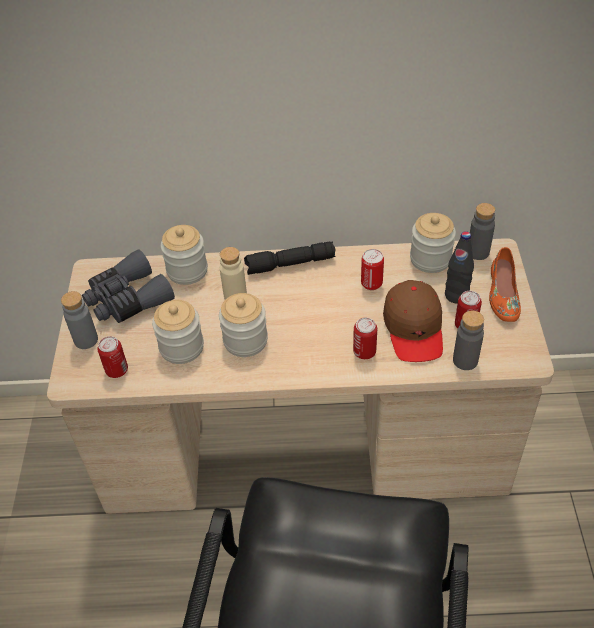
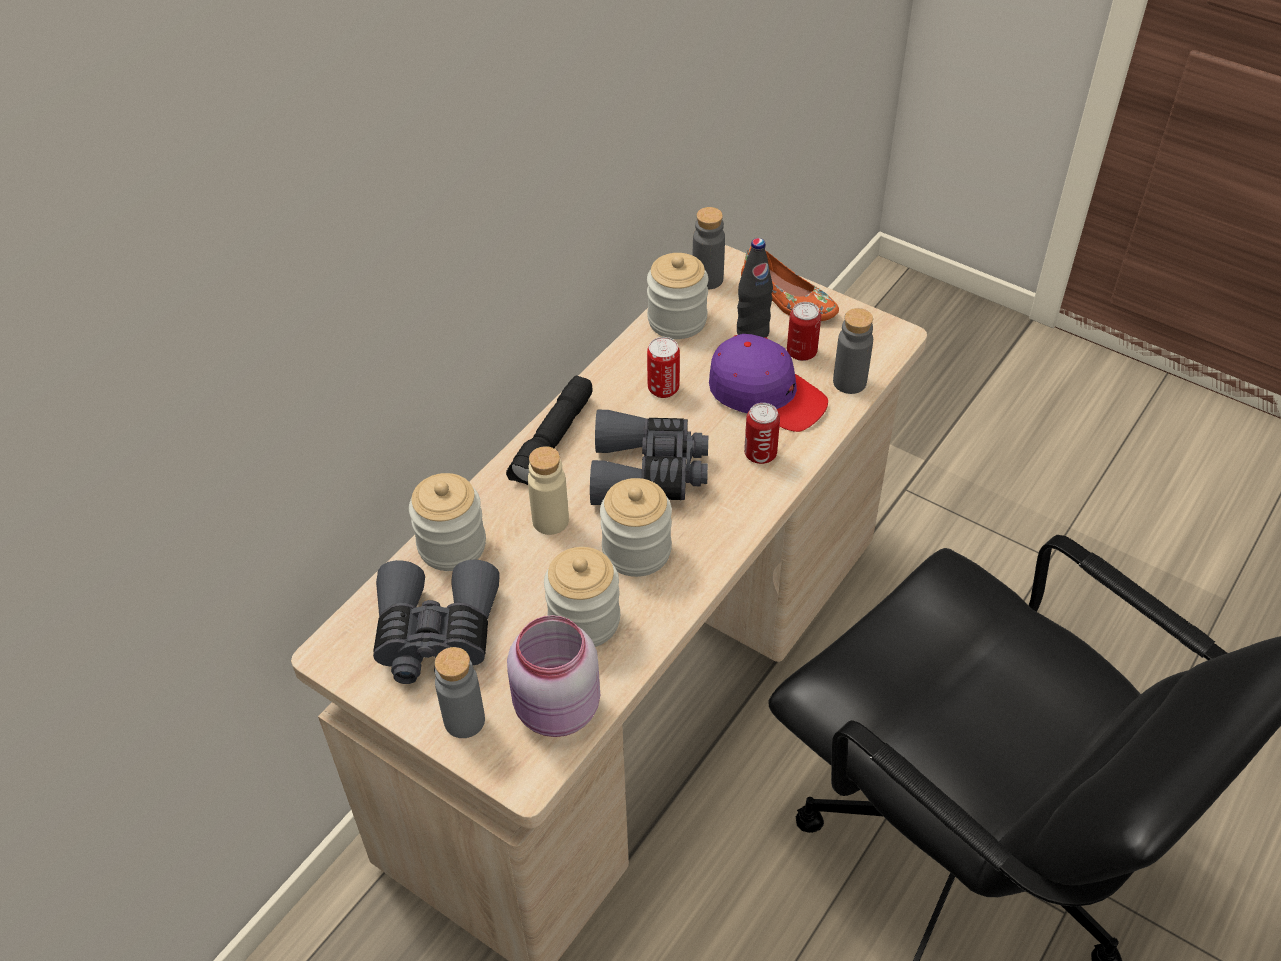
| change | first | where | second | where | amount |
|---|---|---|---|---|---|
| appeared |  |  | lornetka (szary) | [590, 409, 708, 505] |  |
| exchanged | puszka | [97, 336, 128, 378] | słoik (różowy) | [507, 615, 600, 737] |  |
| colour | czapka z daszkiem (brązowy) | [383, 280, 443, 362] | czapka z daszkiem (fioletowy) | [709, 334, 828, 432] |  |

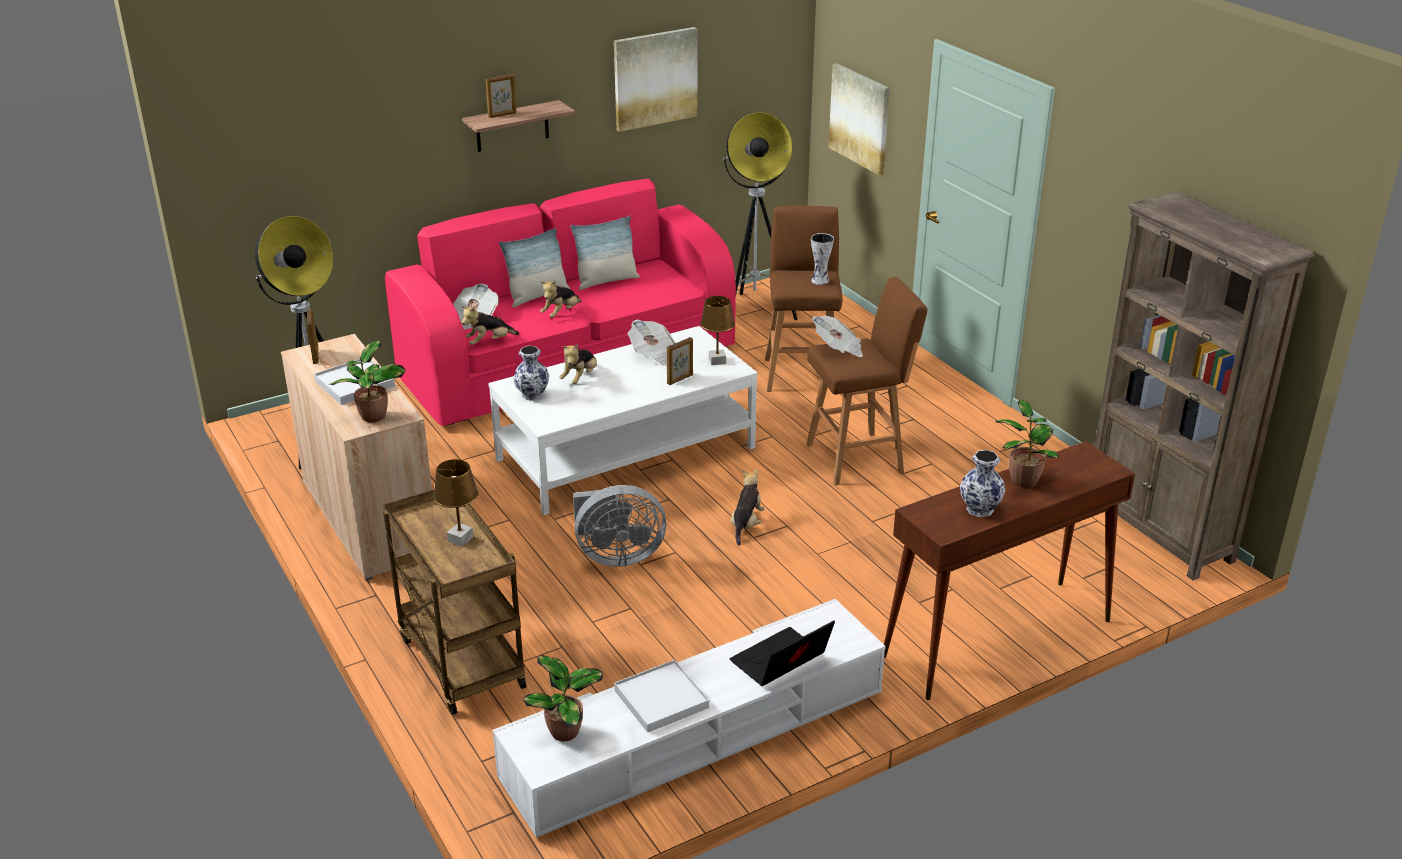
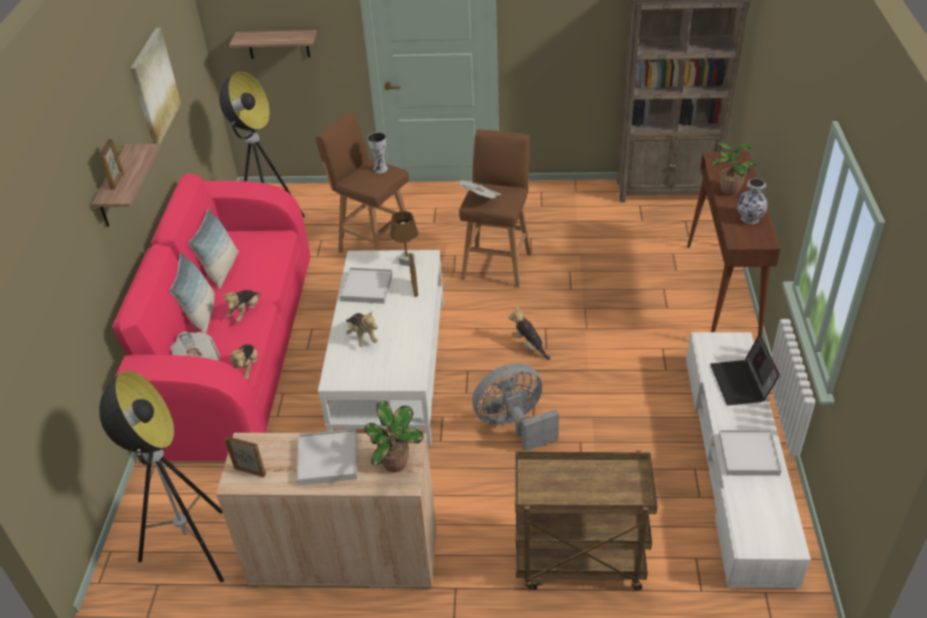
| change | first | where | second | where | amount |
|---|---|---|---|---|---|
| missing | lampa stołowa (brązowy) | [433, 459, 478, 547] |  |  |  |
| missing | wazon | [513, 346, 549, 401] |  |  |  |
| missing | roślina doniczkowa | [523, 655, 603, 741] |  |  |  |
| exchanged | gazeta | [628, 320, 676, 366] | taca (biały) | [340, 268, 393, 304] |  |
| exchanged | obraz | [829, 63, 890, 175] | półka | [229, 30, 317, 59] |  |
| spun | pluszak | [540, 280, 581, 318] |  | [222, 290, 261, 322] | 45 degrees clockwise |
| spun | wentylator (szary) | [573, 485, 666, 567] |  | [472, 363, 559, 450] | 135 degrees counterclockwise |

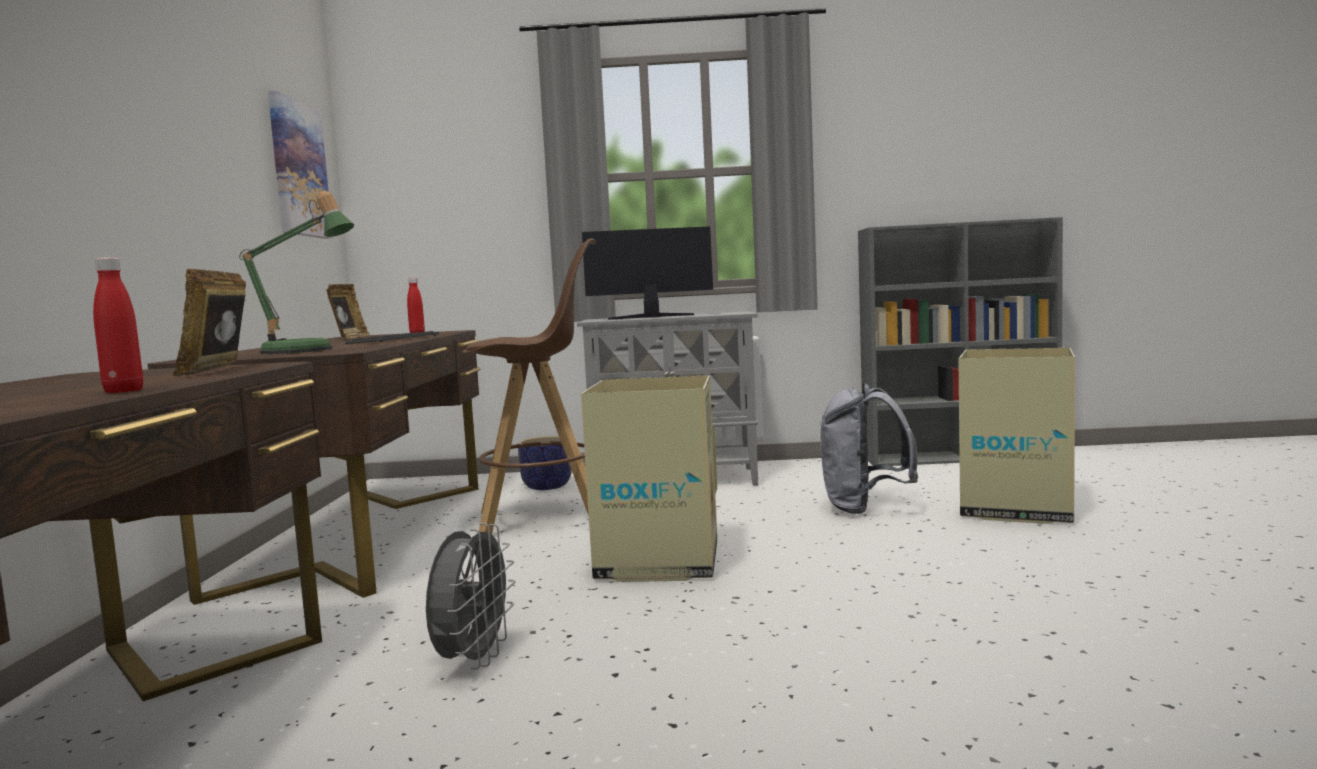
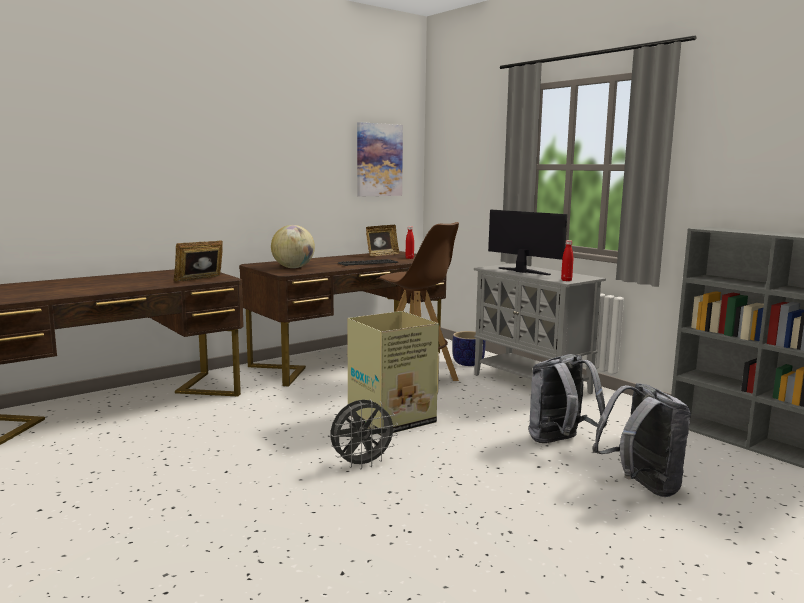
| change | first | where | second | where | amount |
|---|---|---|---|---|---|
| relocated | butelka (czerwony) | [93, 258, 143, 393] |  | [561, 240, 573, 281] |  |
| relocated | wentylator (szary) | [426, 523, 516, 670] |  | [331, 400, 398, 469] |  |
| exchanged | lampa stołowa | [239, 191, 354, 354] | globus | [271, 225, 315, 268] |  |
| exchanged | karton | [958, 348, 1075, 524] | plecak (szary) | [592, 383, 691, 497] |  |

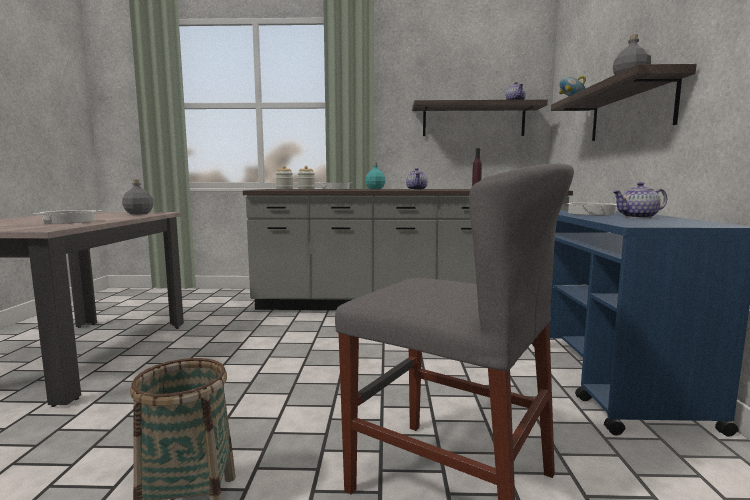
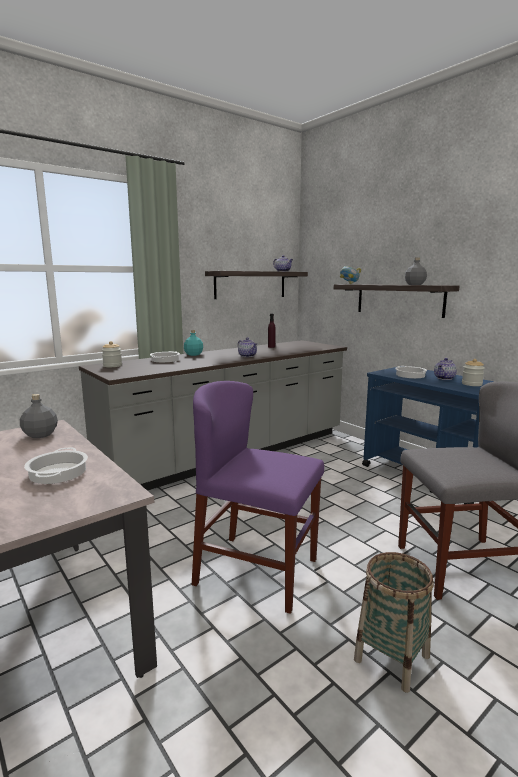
| change | first | where | second | where | amount |
|---|---|---|---|---|---|
| appeared |  |  | krzesło (fioletowy) | [192, 381, 324, 614] |  |
| relocated | słoik | [298, 166, 315, 189] |  | [462, 359, 485, 386] |  |

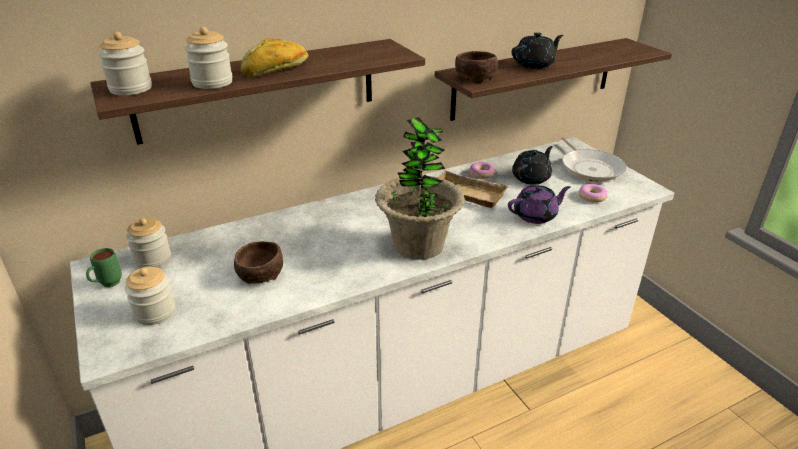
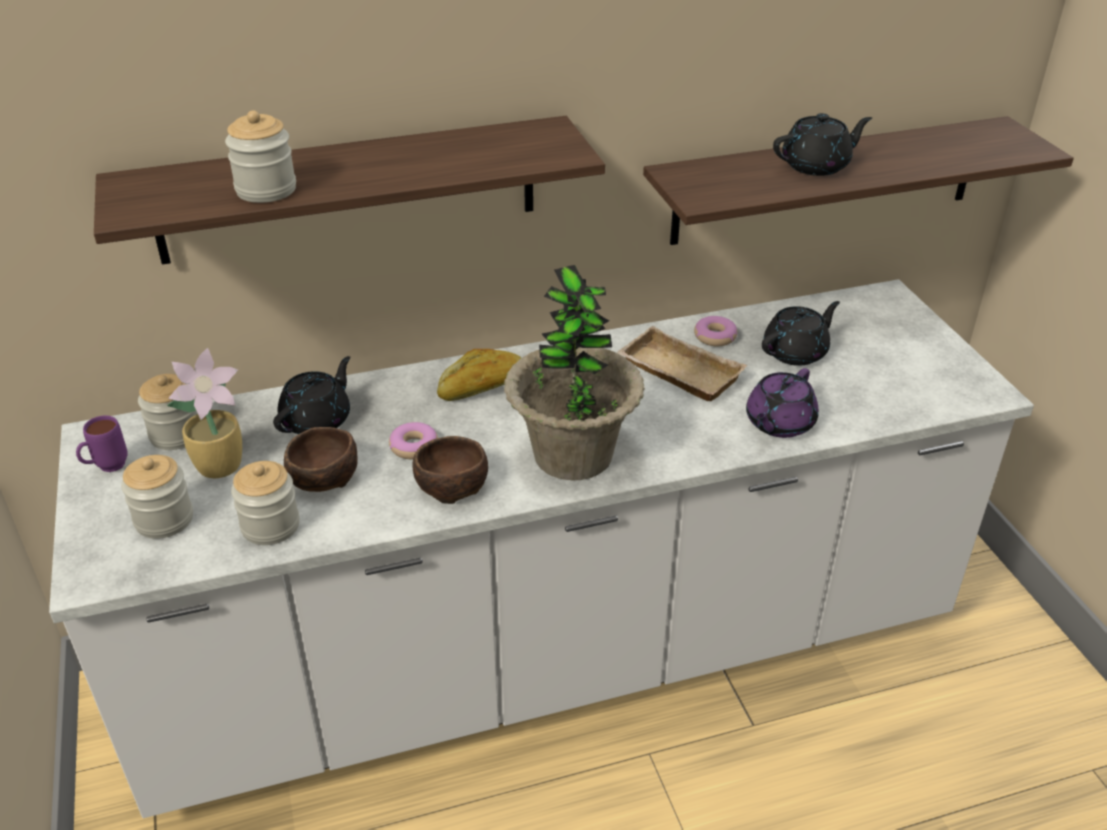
| change | first | where | second | where | amount |
|---|---|---|---|---|---|
| missing | patelnia | [561, 137, 627, 182] |  |  |  |
| appeared |  |  | roślina doniczkowa | [167, 348, 242, 478] |  |
| appeared |  |  | imbryk (czarny) | [273, 356, 350, 434] |  |
| relocated | słoik | [98, 32, 152, 95] |  | [231, 461, 300, 545] |  |
| relocated | chleb | [241, 38, 309, 77] |  | [437, 349, 521, 401] |  |
| relocated | miska (brązowy) | [455, 51, 498, 83] |  | [413, 436, 488, 504] |  |
| relocated | donut | [579, 184, 608, 203] |  | [389, 422, 438, 459] |  |
| colour | kubek (zielony) | [86, 248, 122, 287] | kubek (fioletowy) | [76, 415, 128, 472] |  |
| spun | imbryk (fioletowy) | [508, 185, 571, 224] |  | [746, 368, 819, 438] | 135 degrees clockwise |

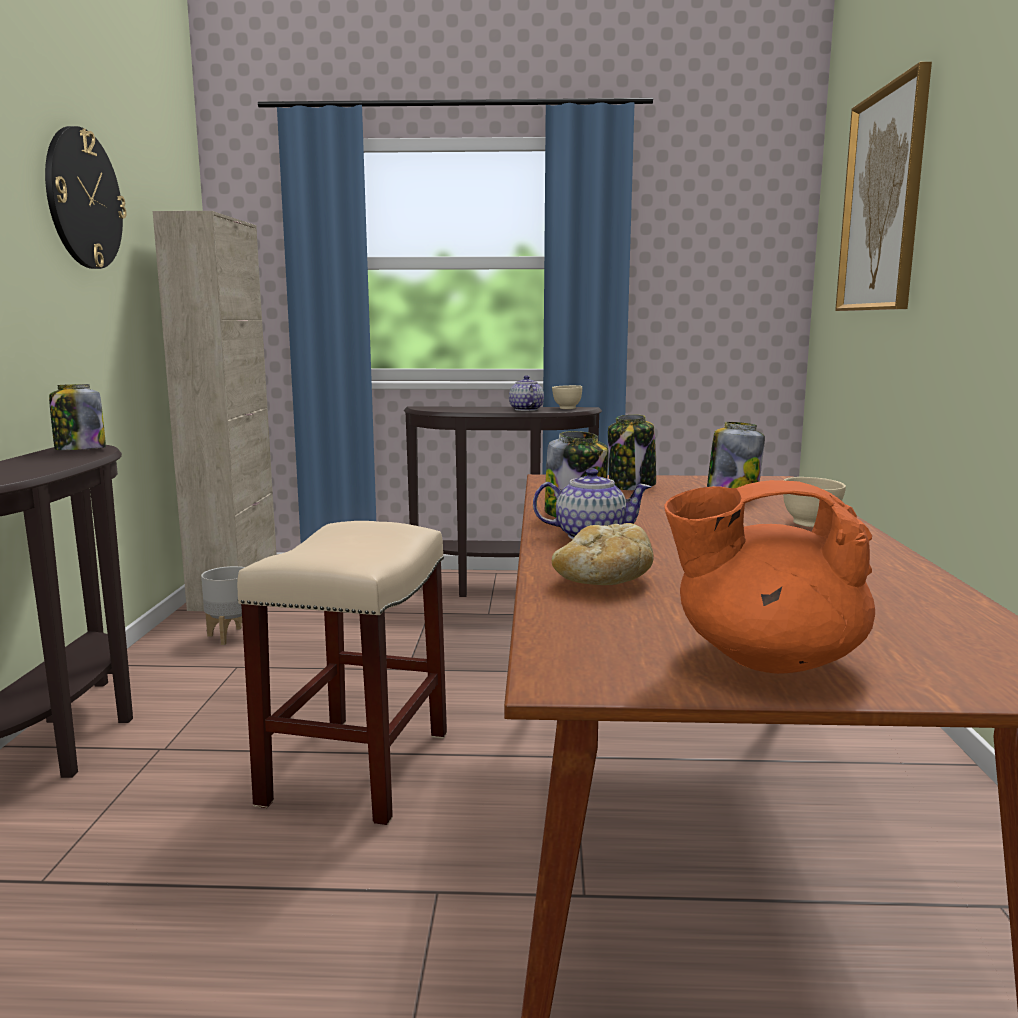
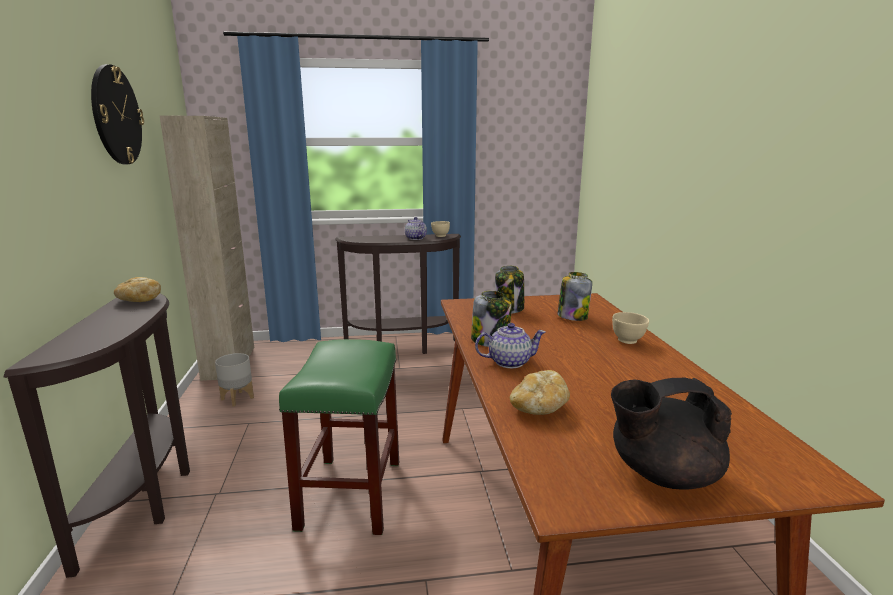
| change | first | where | second | where | amount |
|---|---|---|---|---|---|
| missing | obraz | [835, 62, 932, 311] |  |  |  |
| exchanged | słoik | [49, 384, 106, 450] | chleb | [114, 277, 161, 302] |  |
| colour | stołek (beżowy) | [237, 521, 447, 825] | stołek (zielony) | [279, 339, 399, 535] |  |
| colour | imbryk (pomarańczowy) | [664, 480, 875, 674] | imbryk (czarny) | [611, 378, 732, 490] |  |

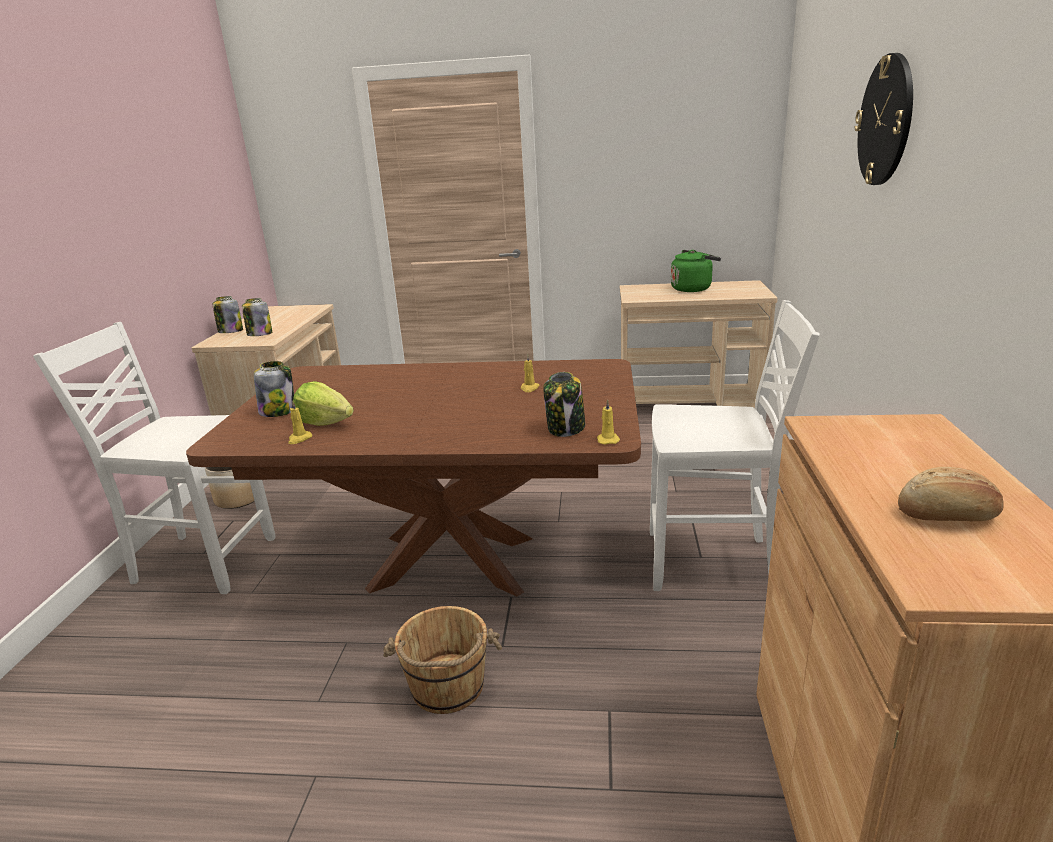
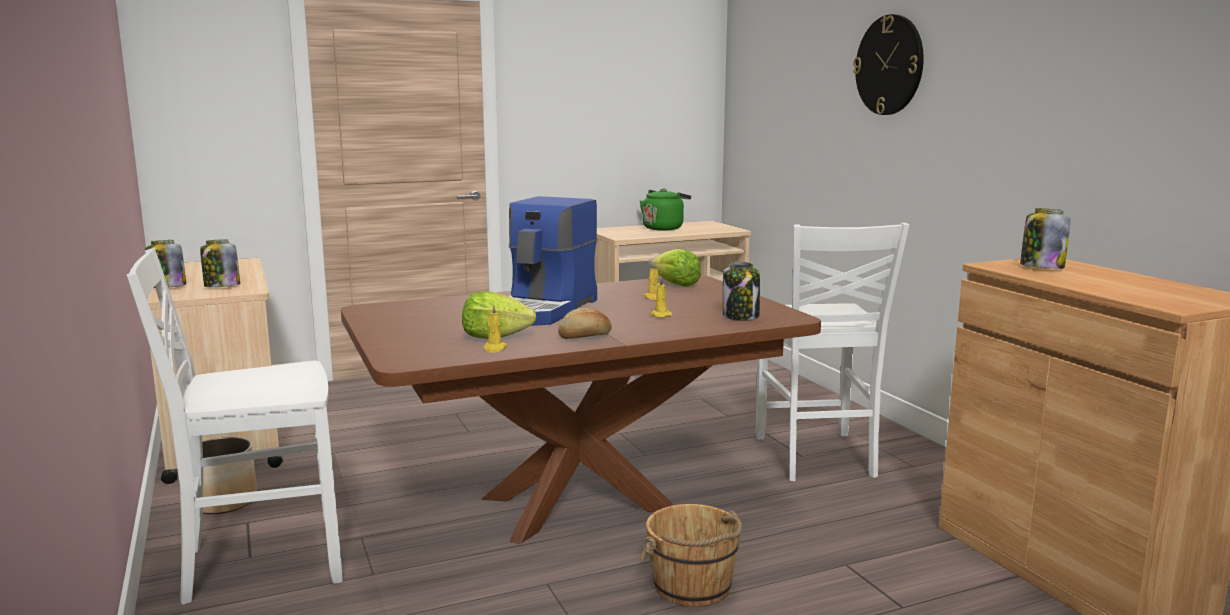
| change | first | where | second | where | amount |
|---|---|---|---|---|---|
| appeared |  |  | ekspres do kawy | [509, 196, 598, 326] |  |
| appeared |  |  | sałata | [651, 249, 701, 287] |  |
| relocated | słoik | [254, 361, 294, 417] |  | [1020, 208, 1070, 269] |  |
| relocated | świeca (żółty) | [597, 399, 620, 445] |  | [650, 276, 672, 318] |  |
| relocated | chleb | [898, 467, 1004, 521] |  | [558, 308, 612, 339] |  |
| spun | krzesło (biały) | [650, 300, 820, 591] |  | [756, 223, 909, 481] | 105 degrees clockwise |

